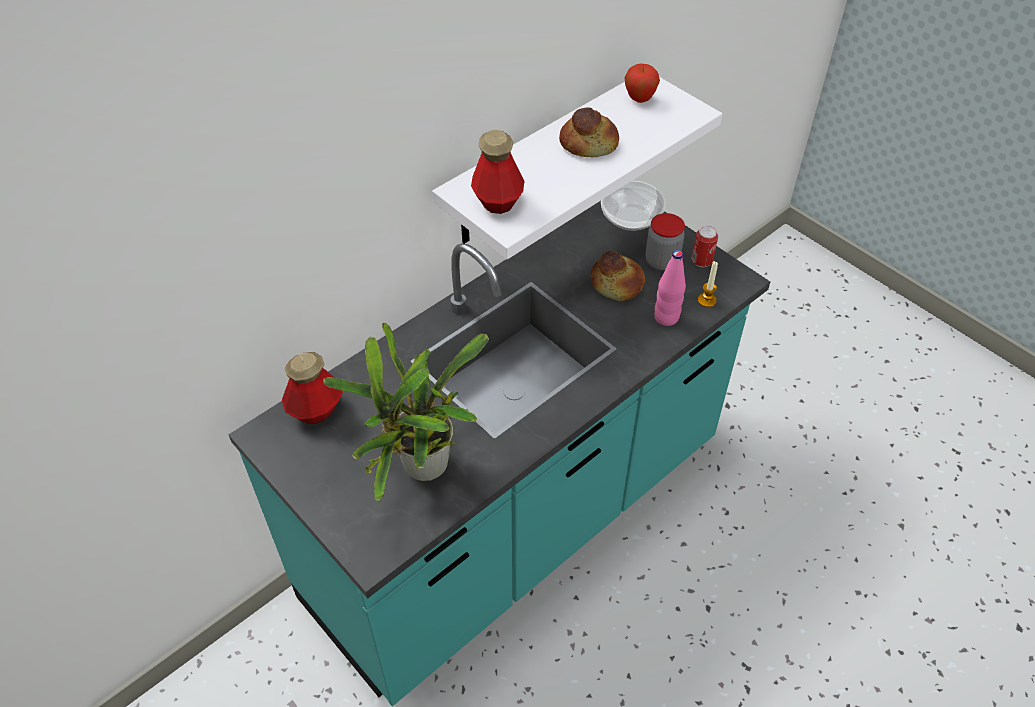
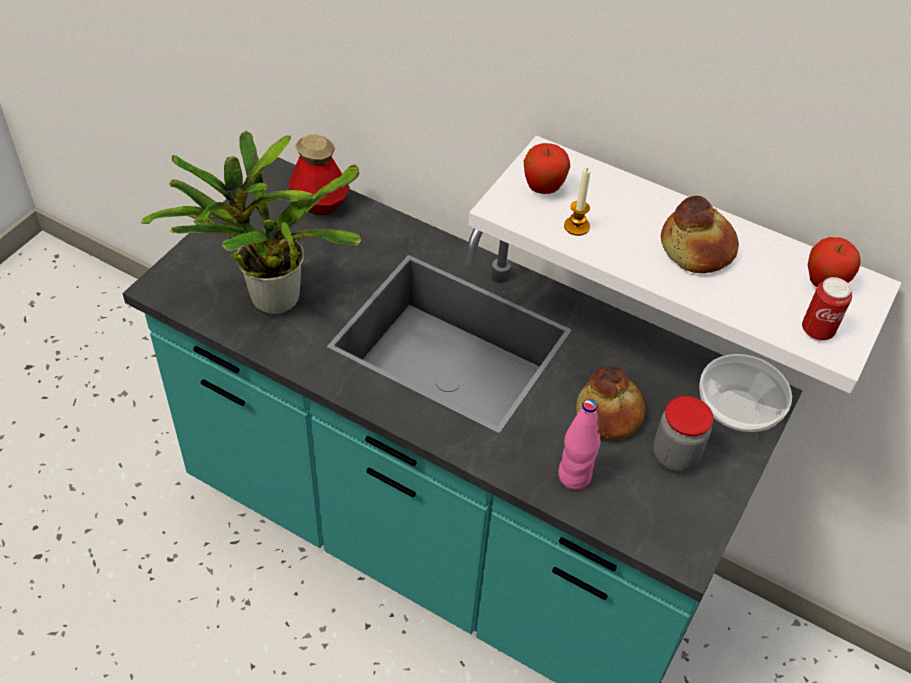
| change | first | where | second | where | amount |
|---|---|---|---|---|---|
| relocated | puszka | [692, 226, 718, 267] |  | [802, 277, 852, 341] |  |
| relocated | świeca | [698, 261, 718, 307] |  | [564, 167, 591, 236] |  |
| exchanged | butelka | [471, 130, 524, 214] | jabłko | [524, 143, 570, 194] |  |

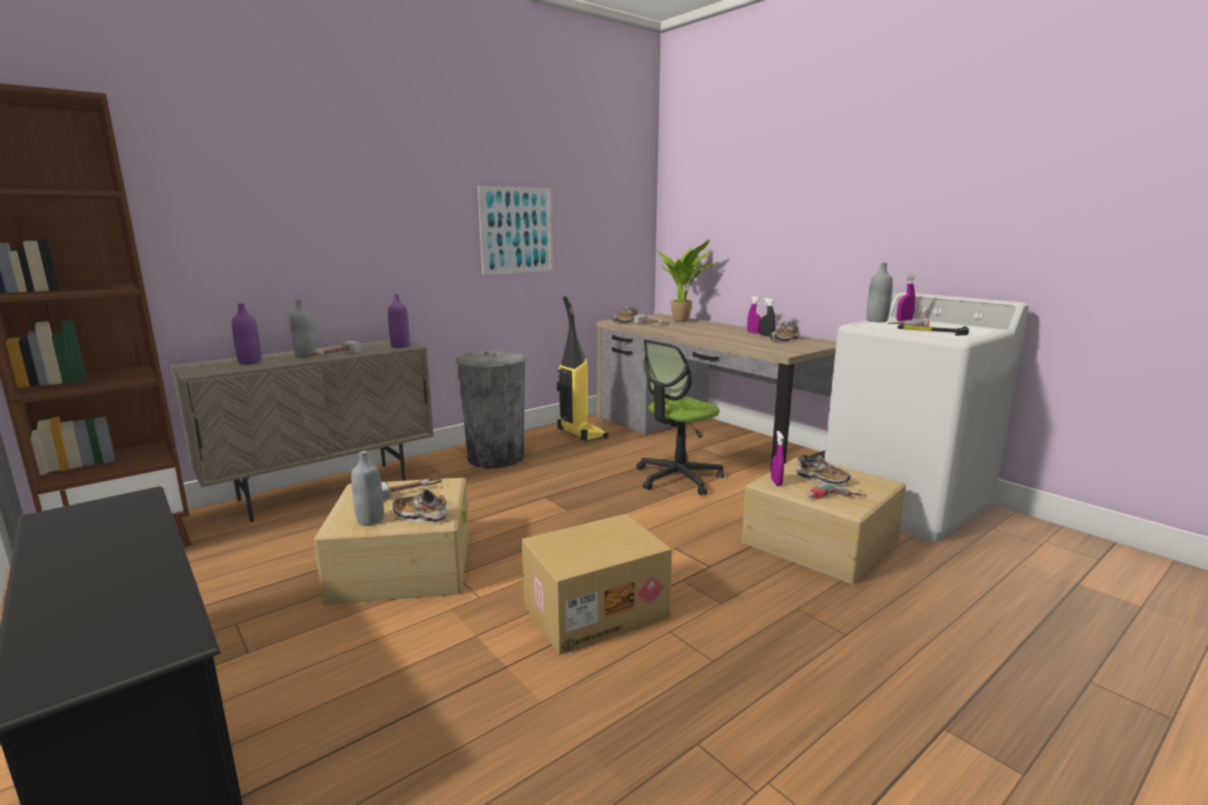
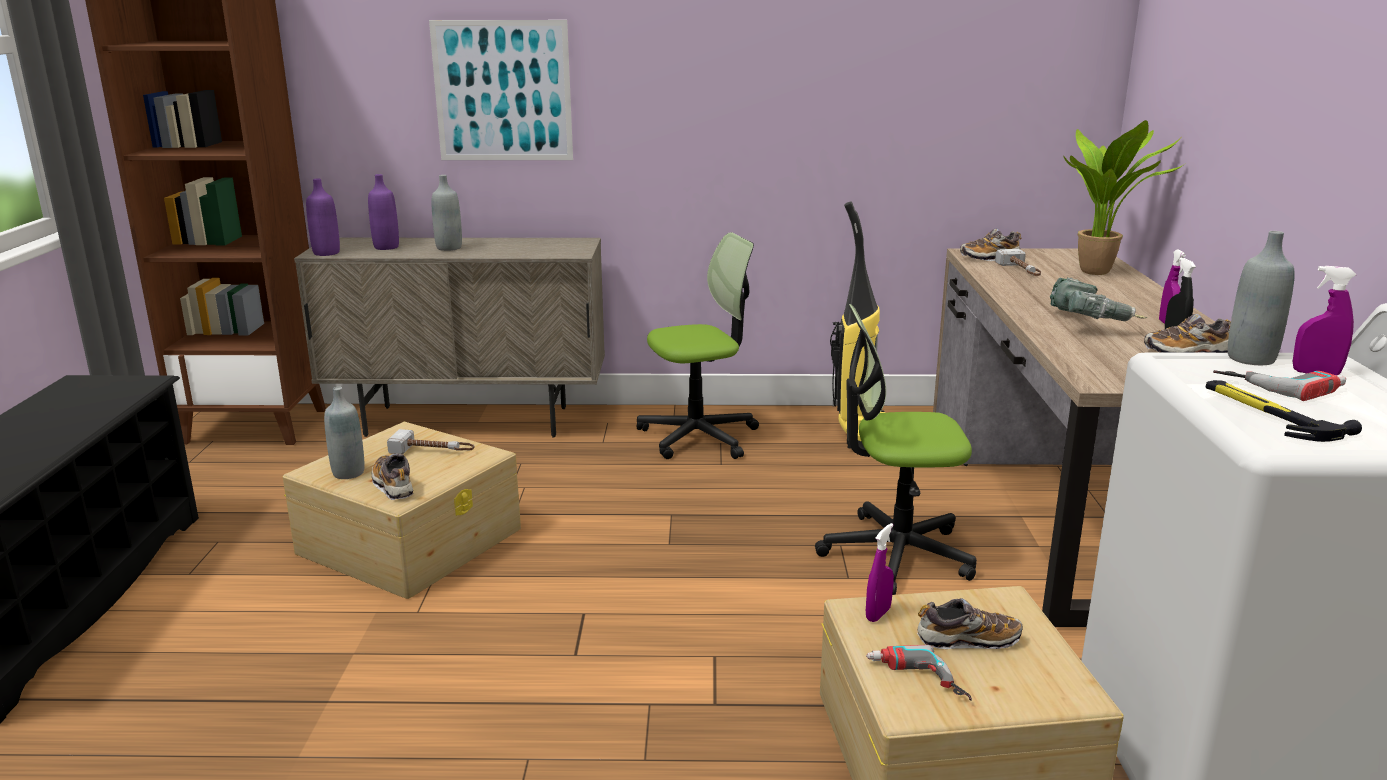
| change | first | where | second | where | amount |
|---|---|---|---|---|---|
| missing | młotek | [306, 341, 362, 356] |  |  |  |
| missing | karton | [522, 514, 672, 655] |  |  |  |
| appeared |  |  | wiertarka | [1050, 278, 1148, 321] |  |
| relocated | butelka (fioletowy) | [388, 294, 410, 348] |  | [306, 179, 340, 256] |  |
| relocated | obraz | [478, 186, 553, 275] |  | [429, 20, 573, 160] |  |
| exchanged | kosz na śmieci (szary) | [456, 350, 526, 468] | krzesło biurowe | [637, 232, 759, 459] |  |
| spun | but | [796, 454, 851, 485] |  | [917, 598, 1023, 649] | 75 degrees counterclockwise |

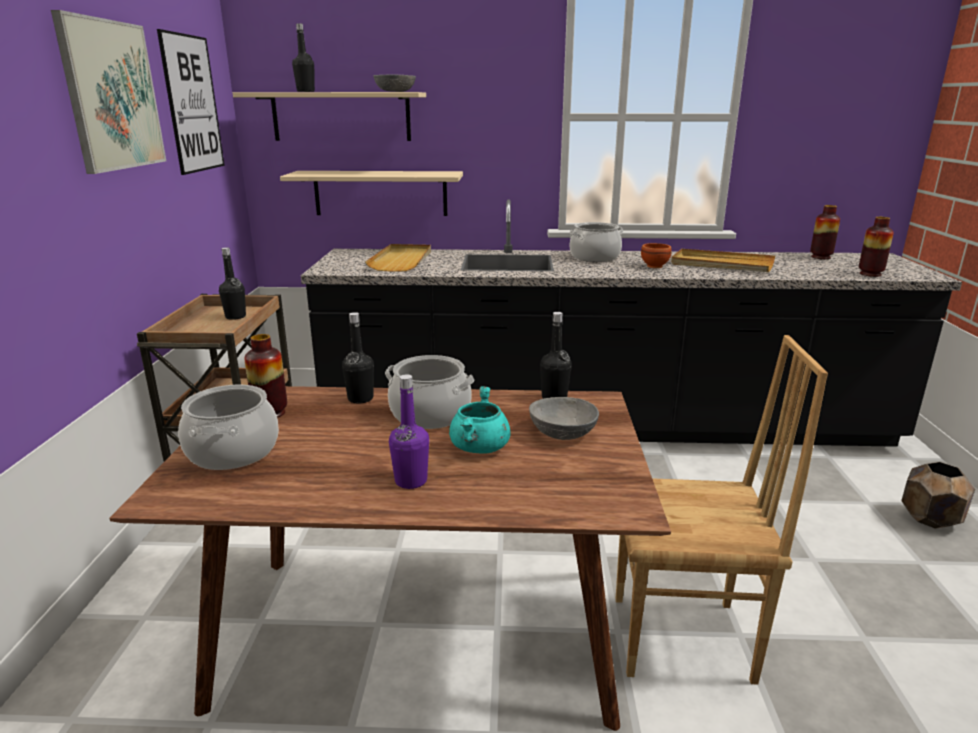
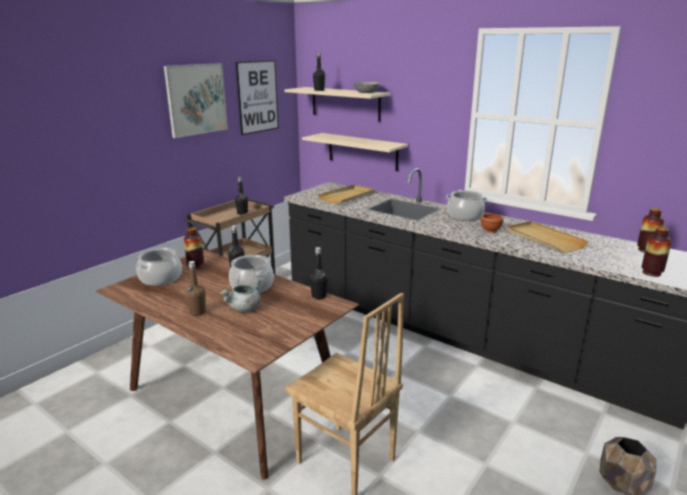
| change | first | where | second | where | amount |
|---|---|---|---|---|---|
| missing | miska (szary) | [529, 397, 599, 440] |  |  |  |
| colour | butelka (fioletowy) | [389, 374, 429, 489] | butelka (brązowy) | [185, 261, 206, 316] |  |
| colour | garnek (turkusowy) | [449, 386, 511, 454] | garnek (szary) | [221, 278, 263, 312] |  |

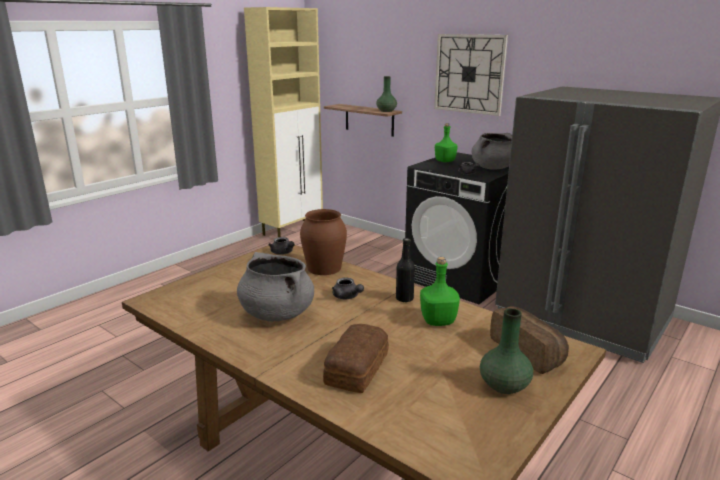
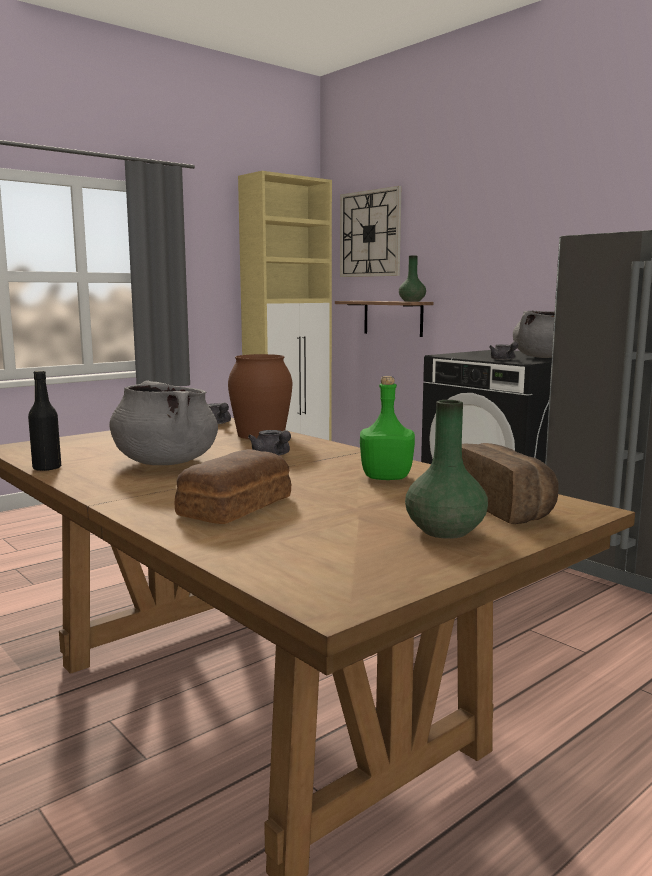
| change | first | where | second | where | amount |
|---|---|---|---|---|---|
| missing | butelka (zielony) | [435, 123, 458, 162] |  |  |  |
| relocated | butelka (czarny) | [396, 238, 415, 302] |  | [28, 370, 61, 471] |  |
| relocated | zegar ścienny | [434, 34, 508, 116] |  | [340, 186, 401, 277] |  |

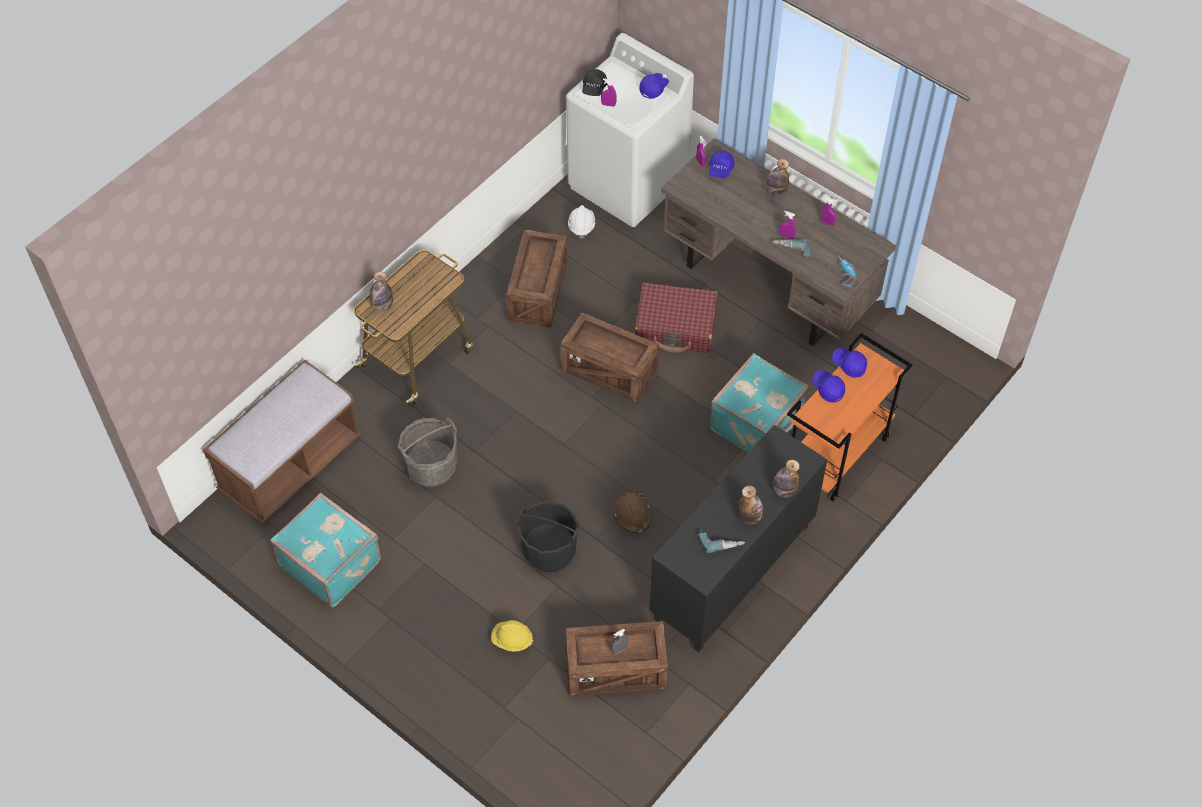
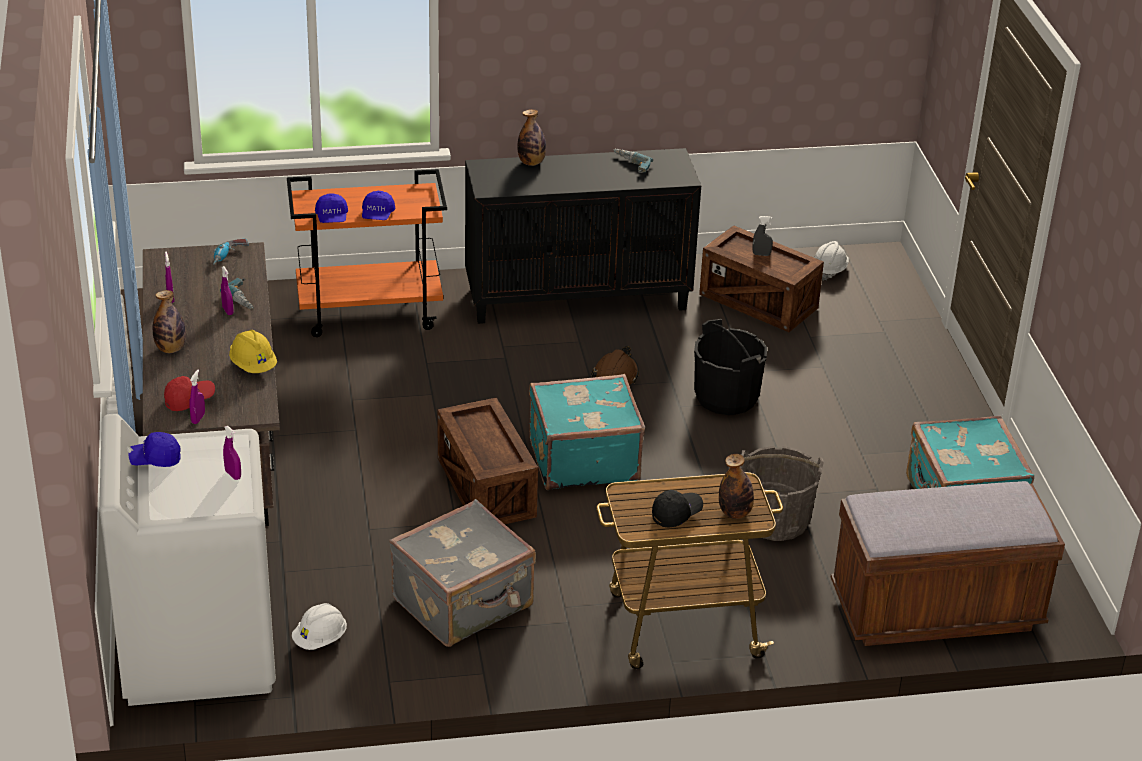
| change | first | where | second | where | amount |
|---|---|---|---|---|---|
| missing | walizka (czerwony) | [635, 283, 718, 353] |  |  |  |
| missing | butelka | [737, 486, 763, 525] |  |  |  |
| appeared |  |  | kask (biały) | [814, 241, 849, 281] |  |
| relocated | kask (żółty) | [491, 620, 533, 652] |  | [229, 330, 277, 373] |  |
| relocated | czapka z daszkiem (czarny) | [582, 69, 608, 96] |  | [652, 490, 703, 528] |  |
| relocated | walizka (turkusowy) | [710, 353, 810, 453] |  | [529, 374, 645, 490] |  |
| exchanged | skrzynka | [506, 230, 567, 328] | walizka (szary) | [389, 499, 536, 647] |  |
| colour | czapka z daszkiem (niebieski) | [709, 151, 735, 178] | czapka z daszkiem (czerwony) | [164, 376, 215, 411] |  |

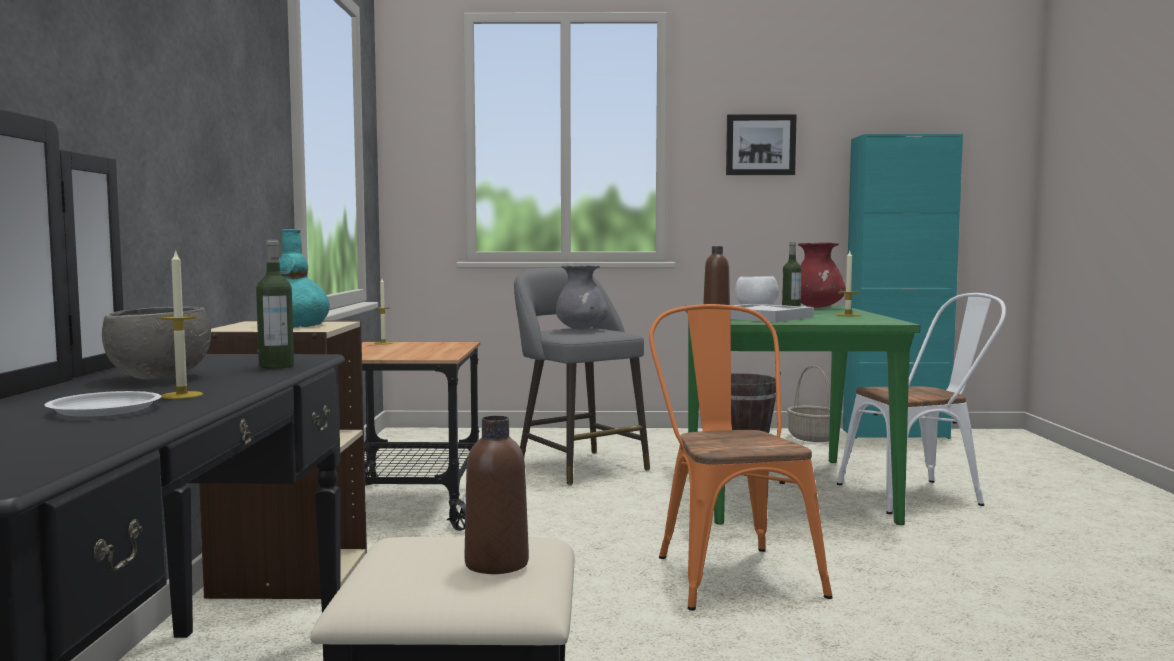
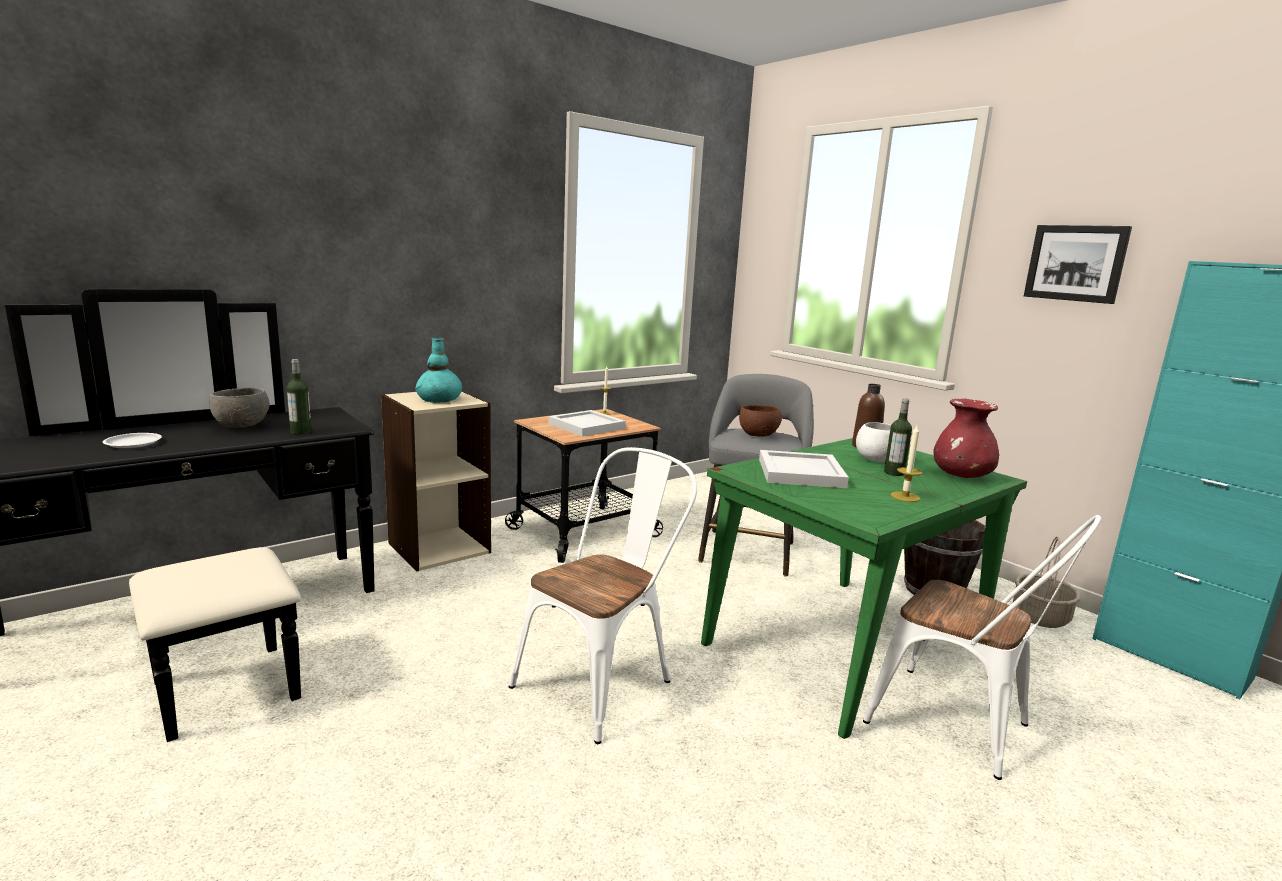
| change | first | where | second | where | amount |
|---|---|---|---|---|---|
| missing | świeca | [160, 249, 203, 399] |  |  |  |
| missing | butelka (brązowy) | [465, 416, 529, 574] |  |  |  |
| appeared |  |  | taca (biały) | [549, 410, 626, 436] |  |
| exchanged | wazon (szary) | [556, 265, 608, 329] | miska (brązowy) | [739, 405, 782, 437] |  |
| colour | krzesło (pomarańczowy) | [649, 304, 833, 611] | krzesło (biały) | [509, 447, 697, 744] |  |

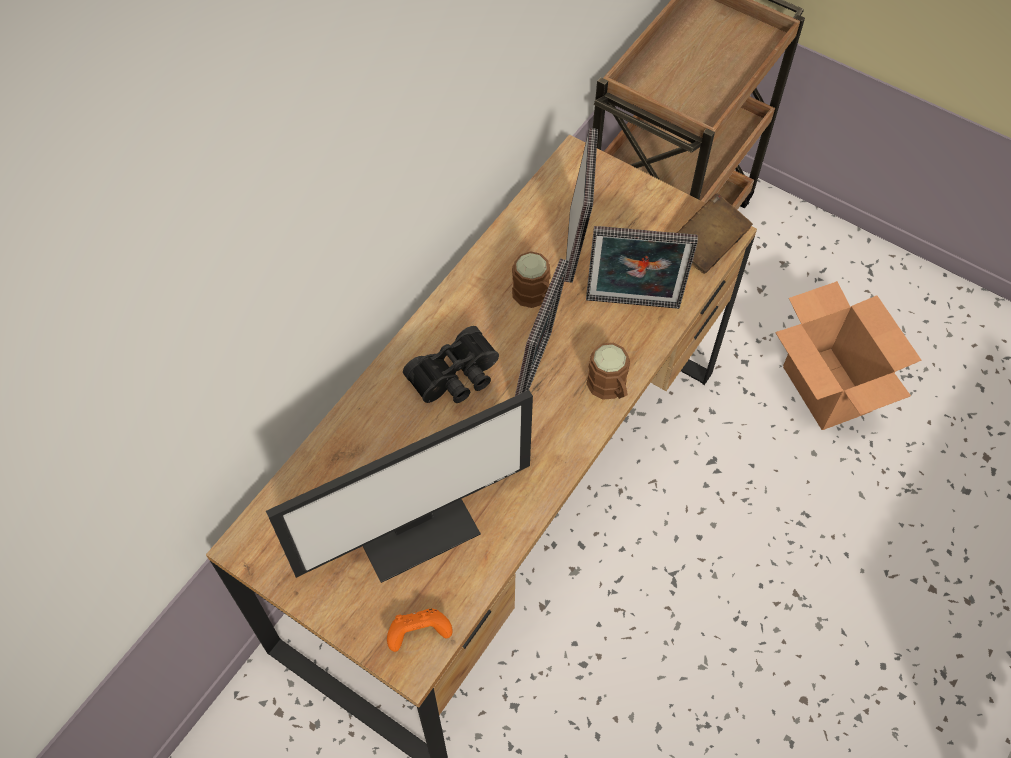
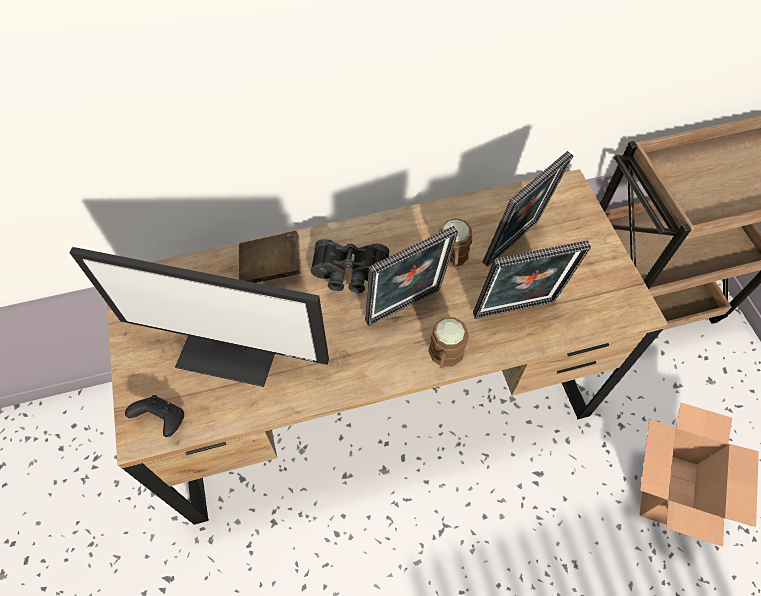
| change | first | where | second | where | amount |
|---|---|---|---|---|---|
| relocated | książka (brązowy) | [676, 193, 753, 274] |  | [239, 231, 301, 283] |  |
| colour | pad do gier (pomarańczowy) | [387, 609, 453, 652] | pad do gier (czarny) | [125, 395, 184, 437] |  |
| spun | ramka na zdjęcie | [586, 226, 698, 309] |  | [473, 240, 591, 319] | 60 degrees counterclockwise |

